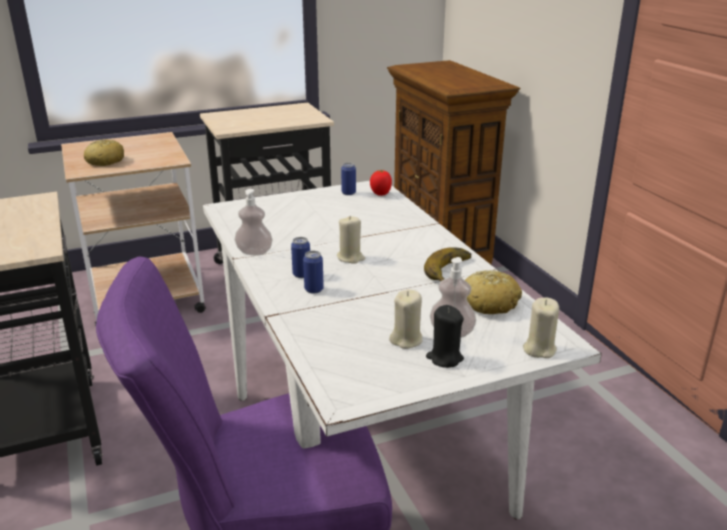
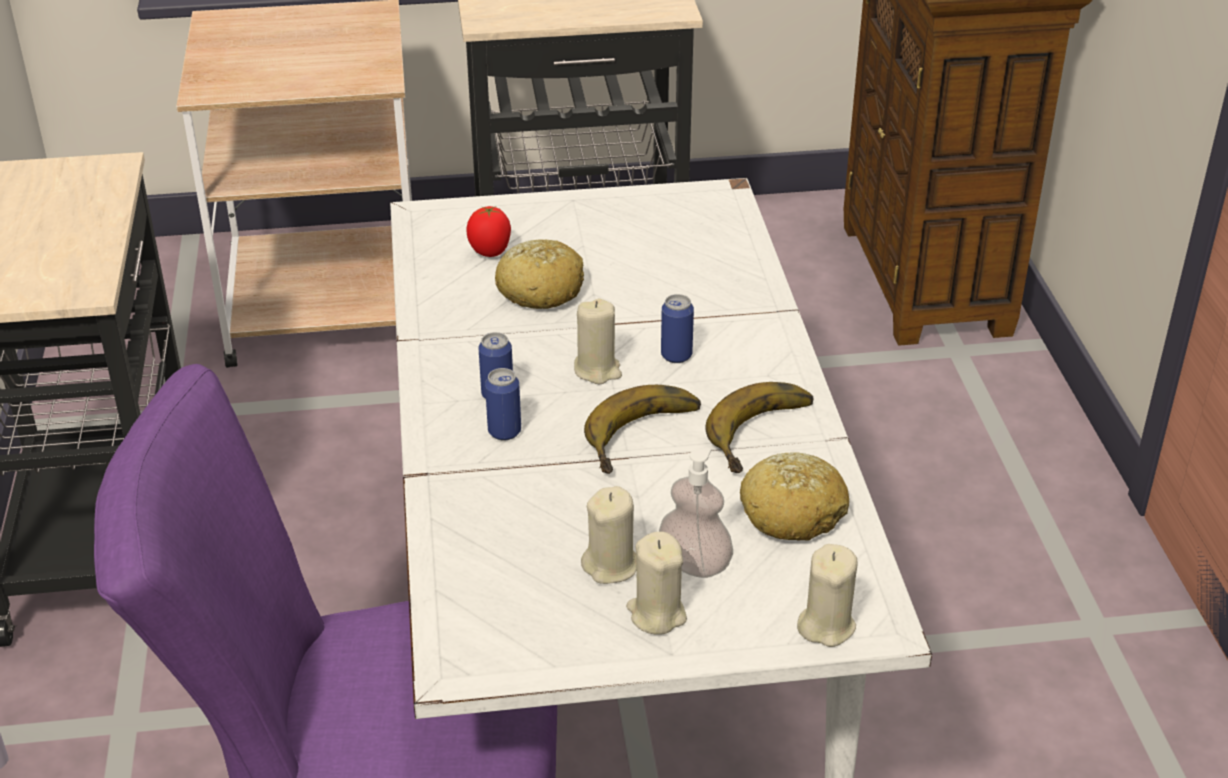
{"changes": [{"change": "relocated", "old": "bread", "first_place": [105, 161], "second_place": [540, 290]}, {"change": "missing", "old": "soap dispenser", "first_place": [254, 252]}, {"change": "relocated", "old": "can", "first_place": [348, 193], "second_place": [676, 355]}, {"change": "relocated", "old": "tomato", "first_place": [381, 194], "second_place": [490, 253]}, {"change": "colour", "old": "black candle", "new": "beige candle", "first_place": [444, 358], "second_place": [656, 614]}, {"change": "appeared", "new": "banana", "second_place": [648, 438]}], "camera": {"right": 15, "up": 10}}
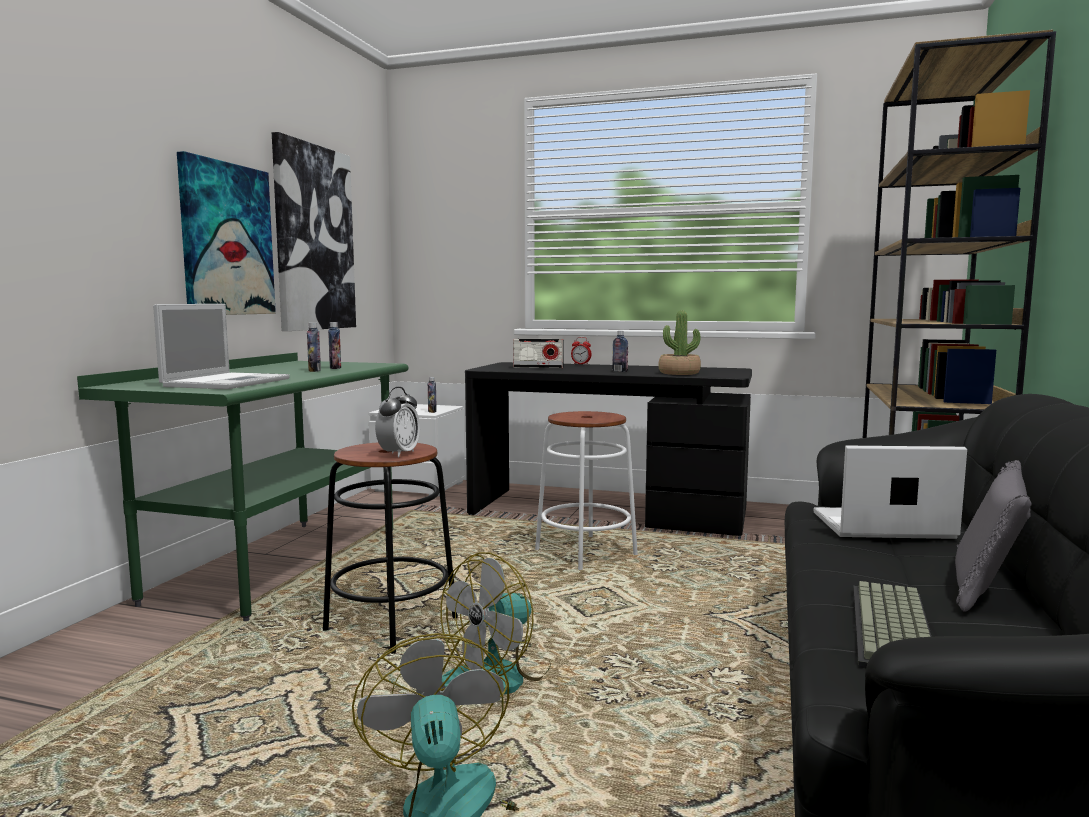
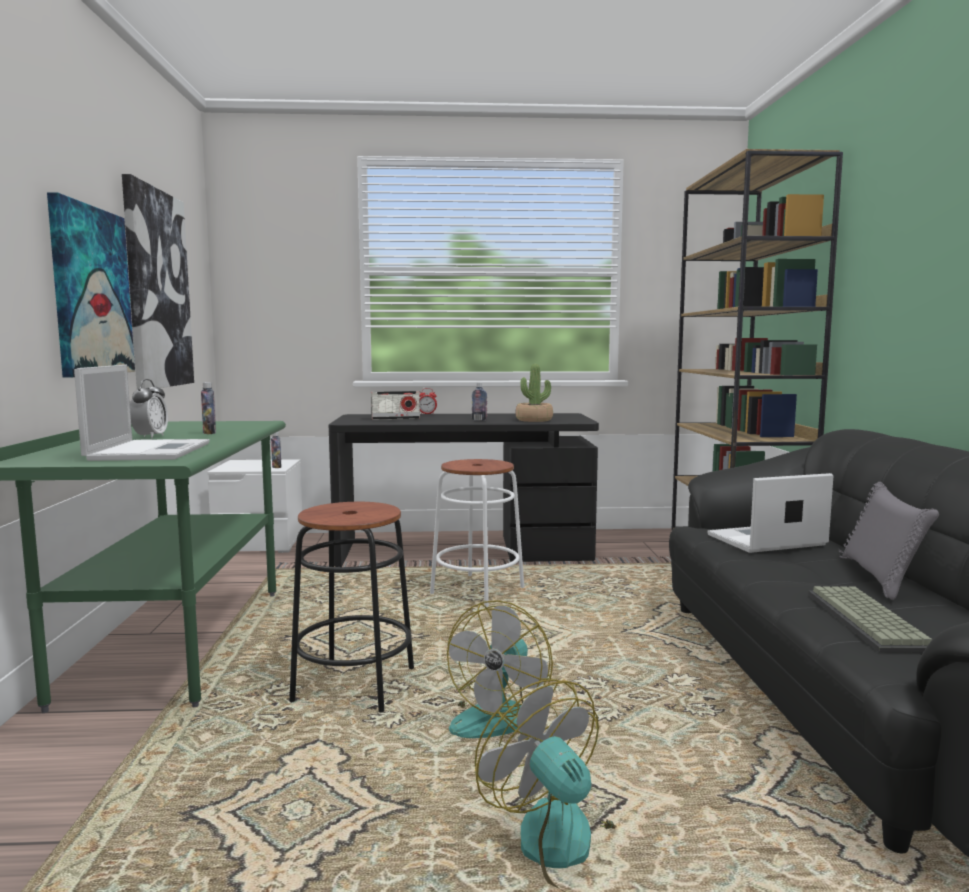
{"changes": [{"change": "missing", "old": "bottle", "first_place": [335, 368]}, {"change": "relocated", "old": "alarm clock", "first_place": [398, 454], "second_place": [150, 437]}], "camera": {"right": -20, "up": 0}}
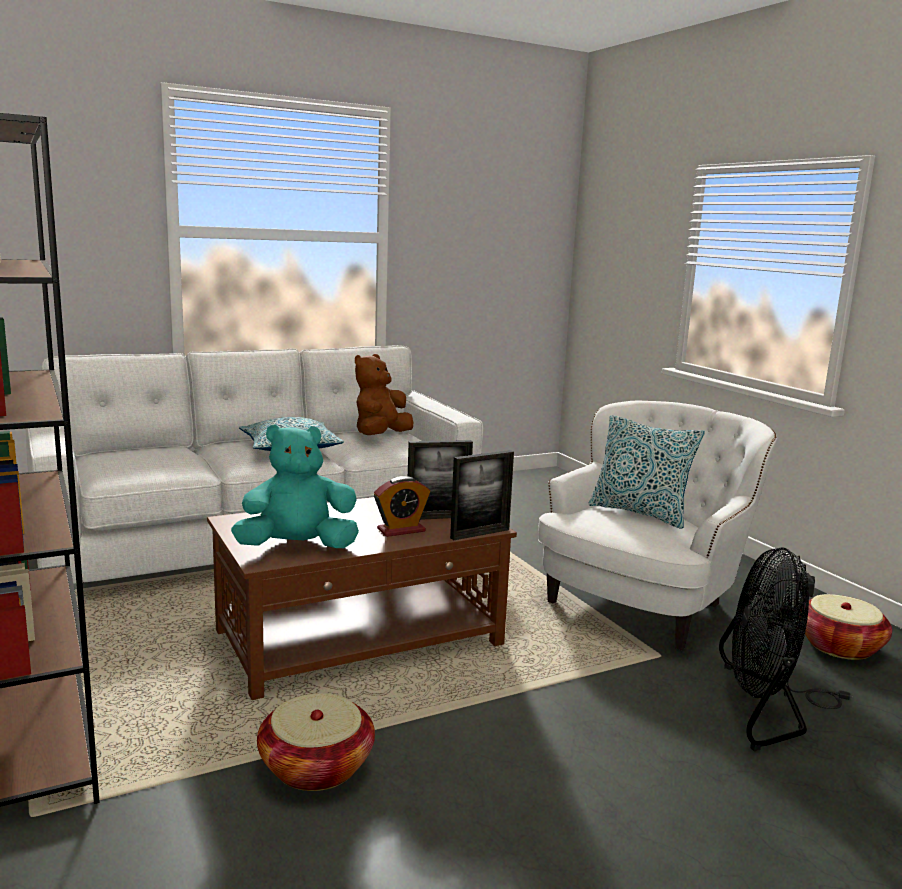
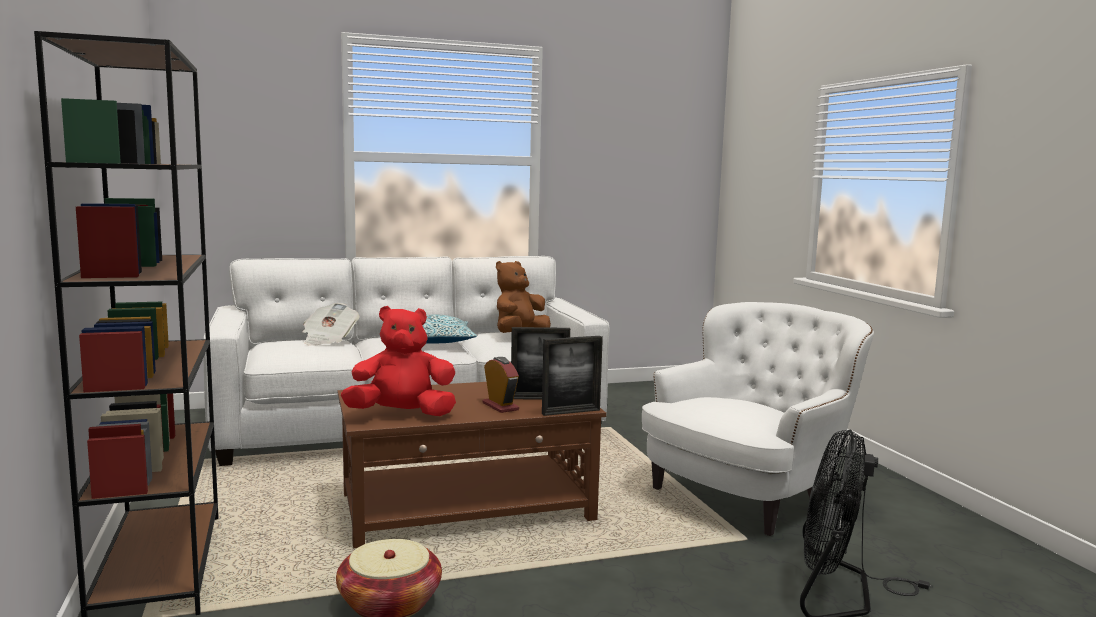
{"changes": [{"change": "colour", "old": "turquoise plush toy", "new": "red plush toy", "first_place": [297, 547], "second_place": [402, 414]}, {"change": "spun", "old": "alarm clock", "first_place": [401, 530], "second_place": [500, 406], "degrees": -105}, {"change": "missing", "old": "pillow", "first_place": [640, 513]}, {"change": "missing", "old": "basket", "first_place": [839, 646]}, {"change": "appeared", "new": "newspaper", "second_place": [328, 340]}], "camera": {"right": 10, "up": -5}}
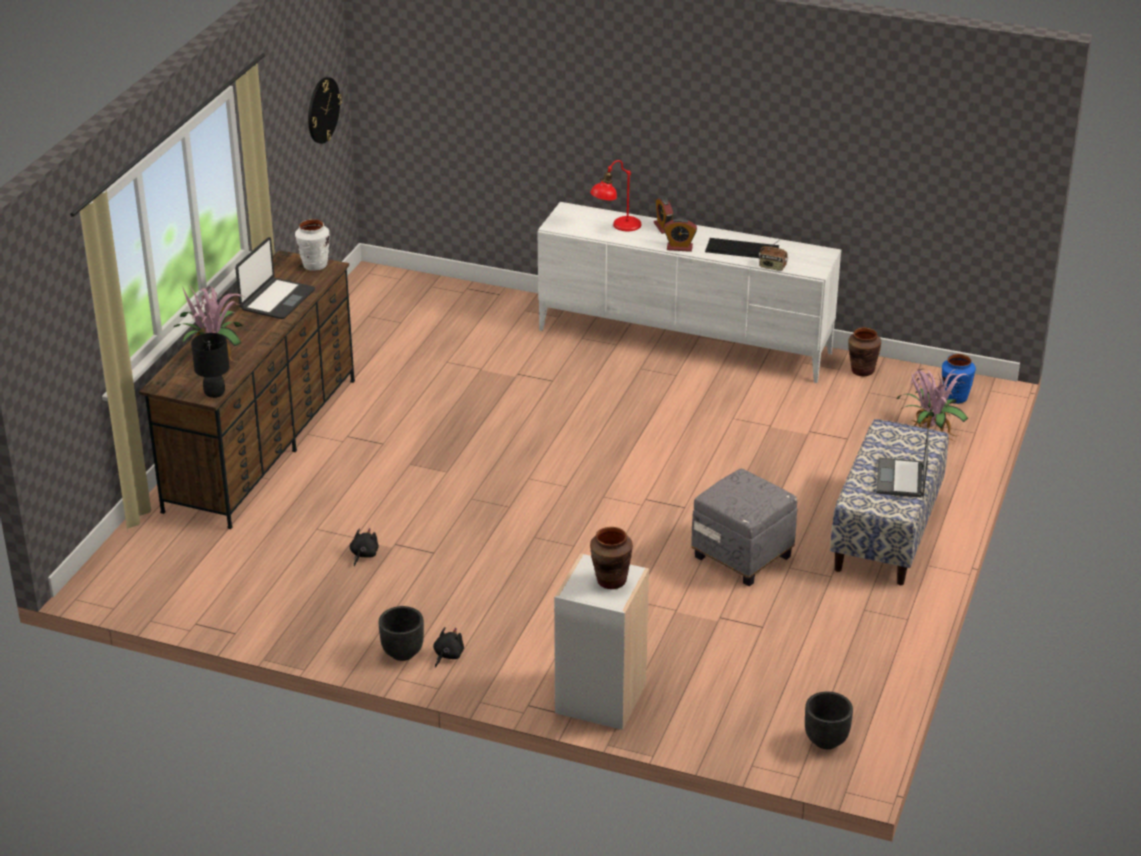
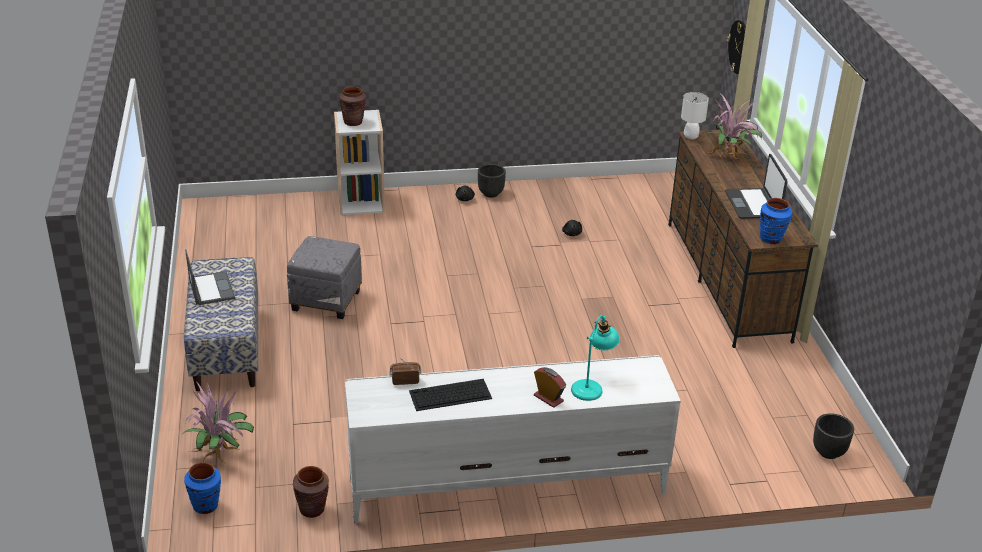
{"changes": [{"change": "colour", "old": "black table lamp", "new": "white table lamp", "first_place": [215, 394], "second_place": [690, 137]}, {"change": "colour", "old": "white vase", "new": "blue vase", "first_place": [314, 265], "second_place": [771, 239]}, {"change": "relocated", "old": "wall clock", "first_place": [322, 110], "second_place": [739, 47]}, {"change": "colour", "old": "red table lamp", "new": "turquoise table lamp", "first_place": [616, 227], "second_place": [592, 383]}, {"change": "missing", "old": "alarm clock", "first_place": [679, 247]}, {"change": "relocated", "old": "black planter", "first_place": [826, 740], "second_place": [828, 452]}], "camera": {"right": 150, "up": 0}}
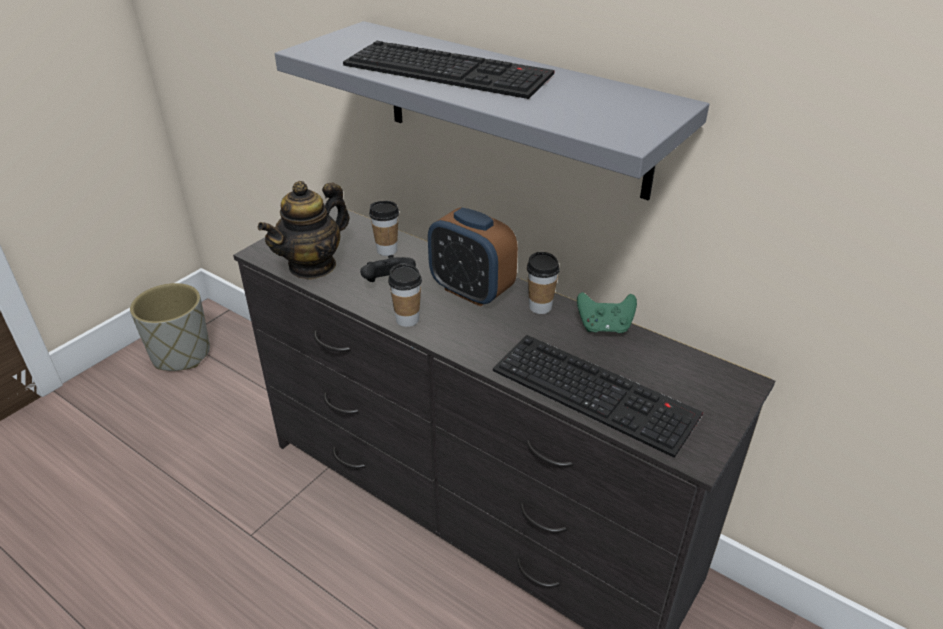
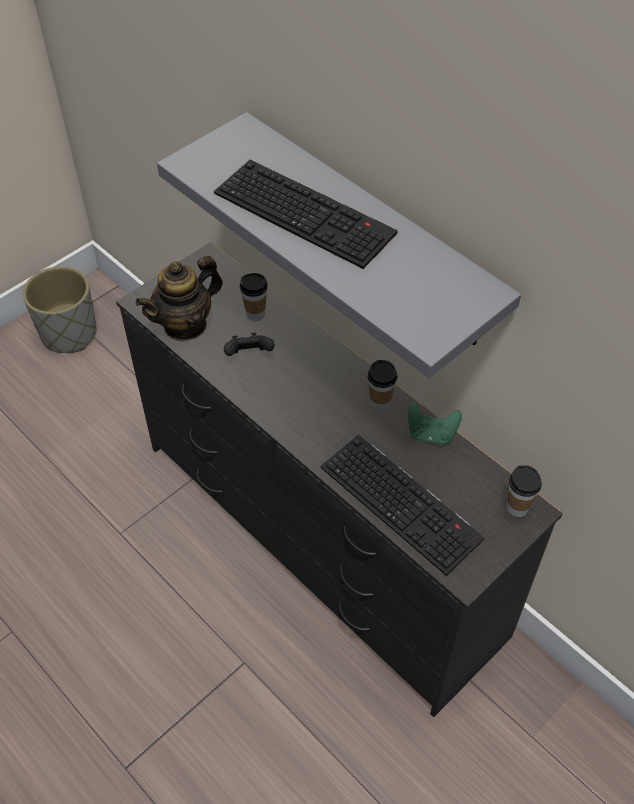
{"changes": [{"change": "relocated", "old": "cup", "first_place": [407, 319], "second_place": [517, 508]}, {"change": "missing", "old": "alarm clock", "first_place": [471, 291]}], "camera": {"right": 10, "up": 15}}
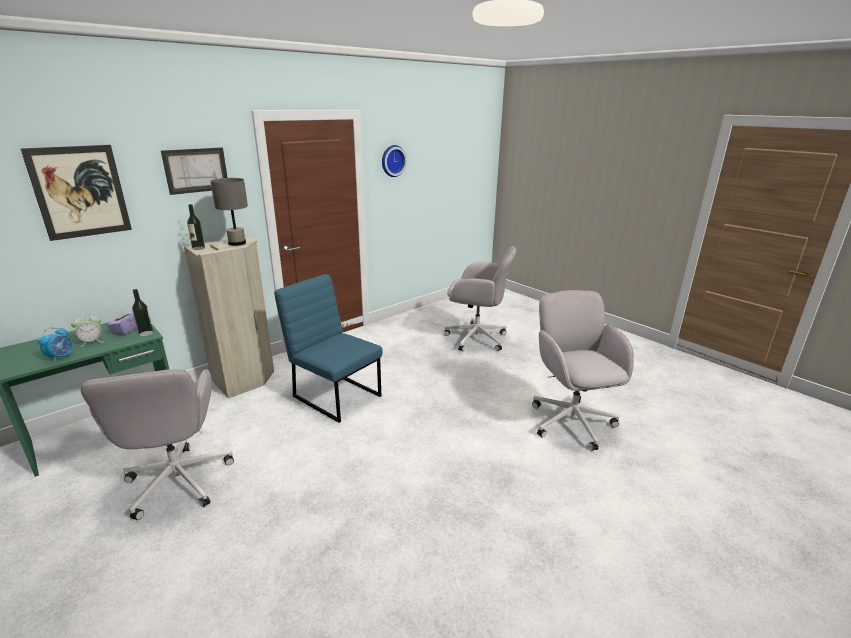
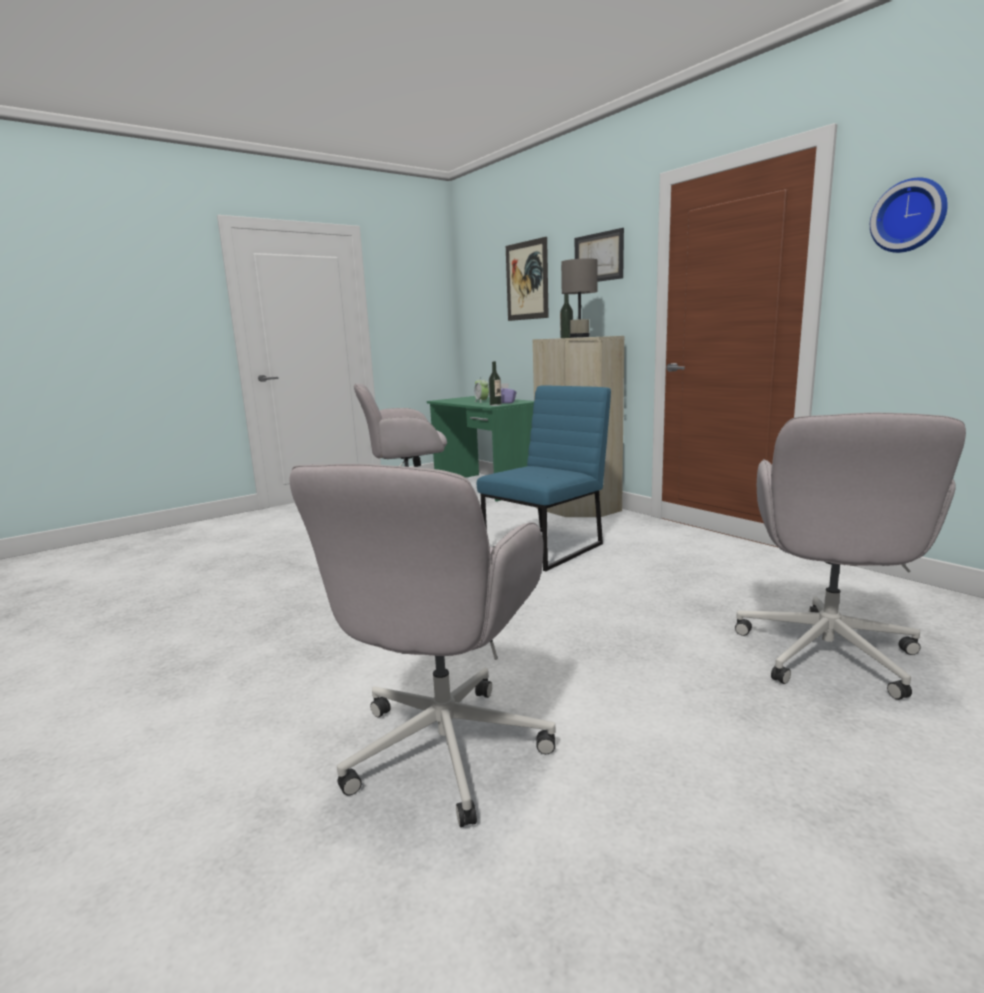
{"changes": [{"change": "missing", "old": "alarm clock", "first_place": [61, 357]}, {"change": "spun", "old": "grey office chair", "first_place": [571, 422], "second_place": [444, 751], "degrees": 120}], "camera": {"right": 95, "up": -10}}
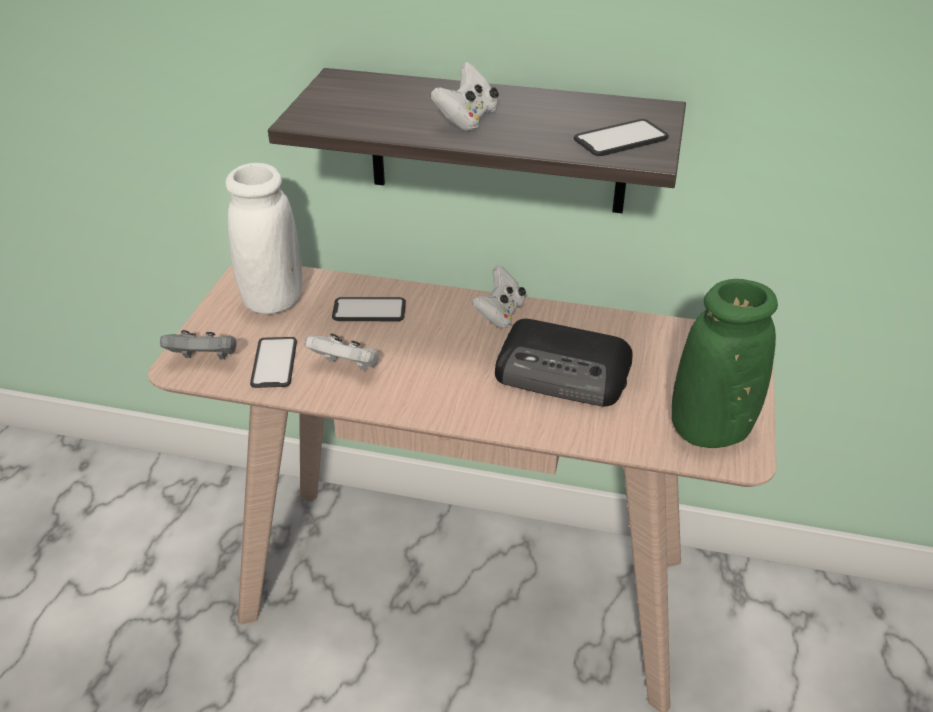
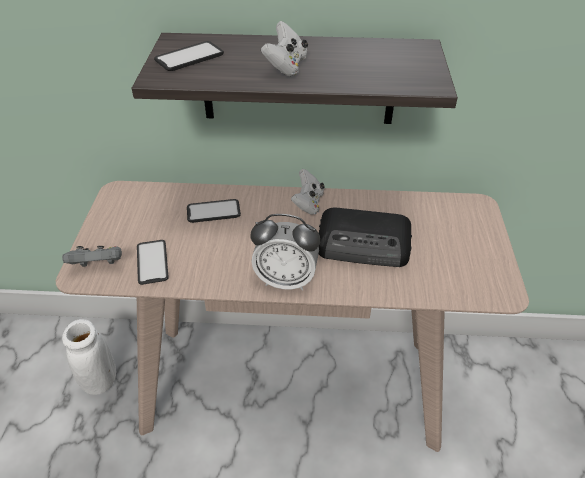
{"changes": [{"change": "relocated", "old": "white vase", "first_place": [273, 300], "second_place": [100, 380]}, {"change": "missing", "old": "white game controller", "first_place": [347, 367]}, {"change": "relocated", "old": "phone", "first_place": [621, 139], "second_place": [189, 57]}, {"change": "missing", "old": "green vase", "first_place": [710, 430]}, {"change": "appeared", "new": "alarm clock", "second_place": [286, 280]}], "camera": {"right": -10, "up": 5}}
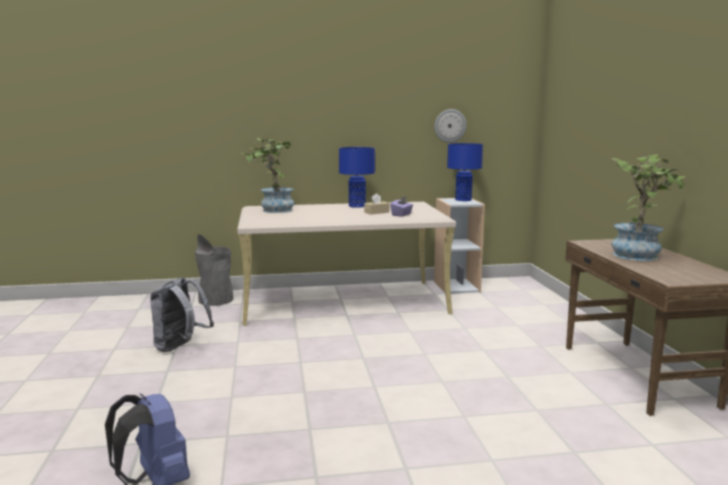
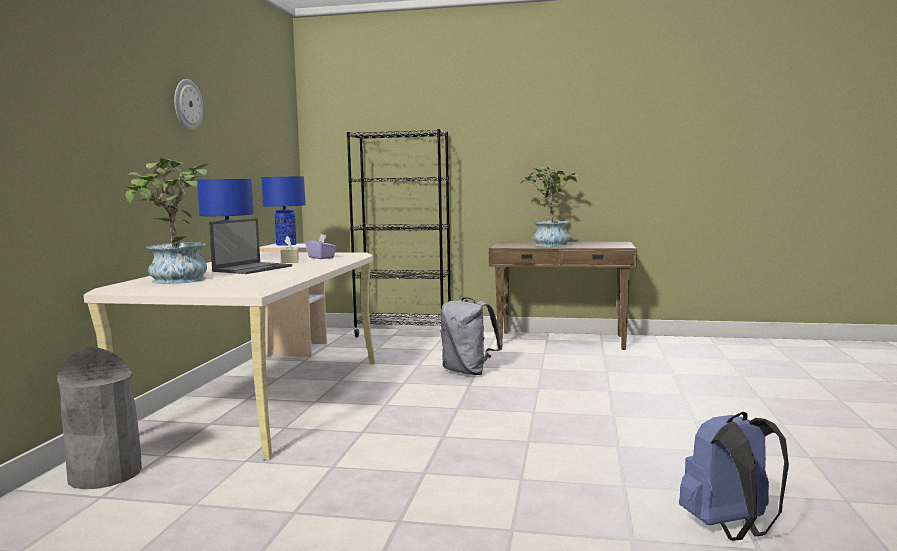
{"changes": [{"change": "relocated", "old": "grey backpack", "first_place": [180, 347], "second_place": [468, 372]}, {"change": "relocated", "old": "wall clock", "first_place": [450, 125], "second_place": [187, 104]}, {"change": "appeared", "new": "laptop", "second_place": [253, 268]}, {"change": "appeared", "new": "black bookcase", "second_place": [404, 334]}], "camera": {"right": -70, "up": -5}}
